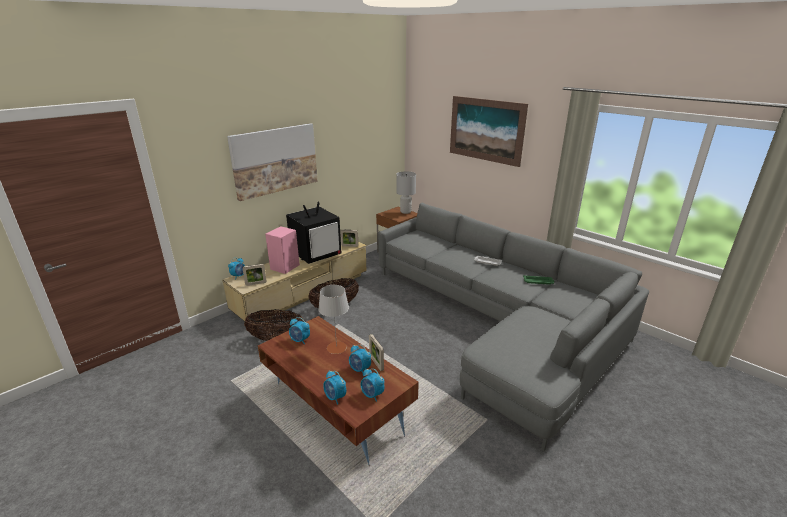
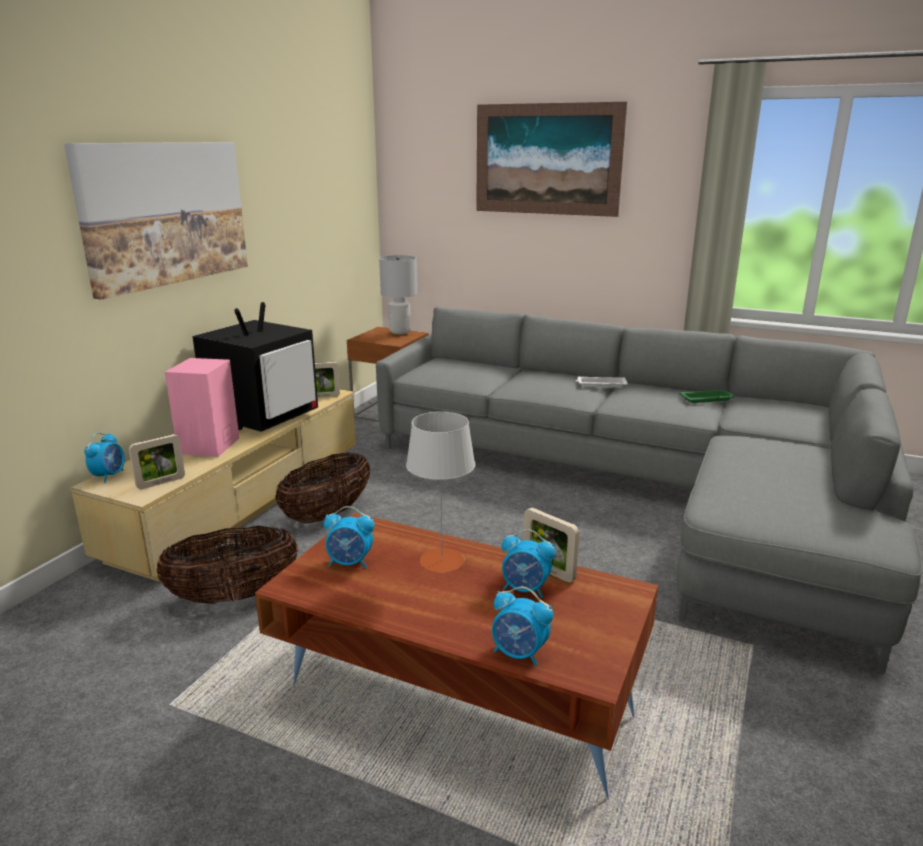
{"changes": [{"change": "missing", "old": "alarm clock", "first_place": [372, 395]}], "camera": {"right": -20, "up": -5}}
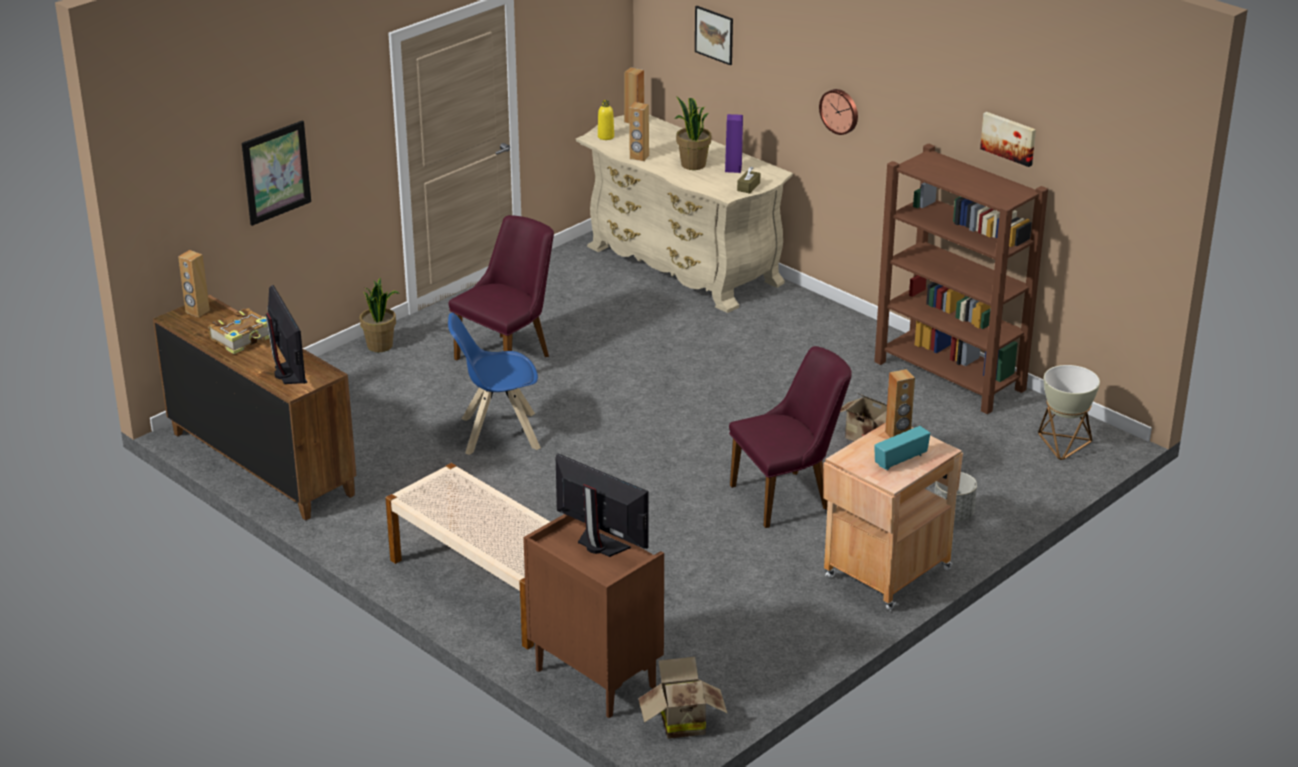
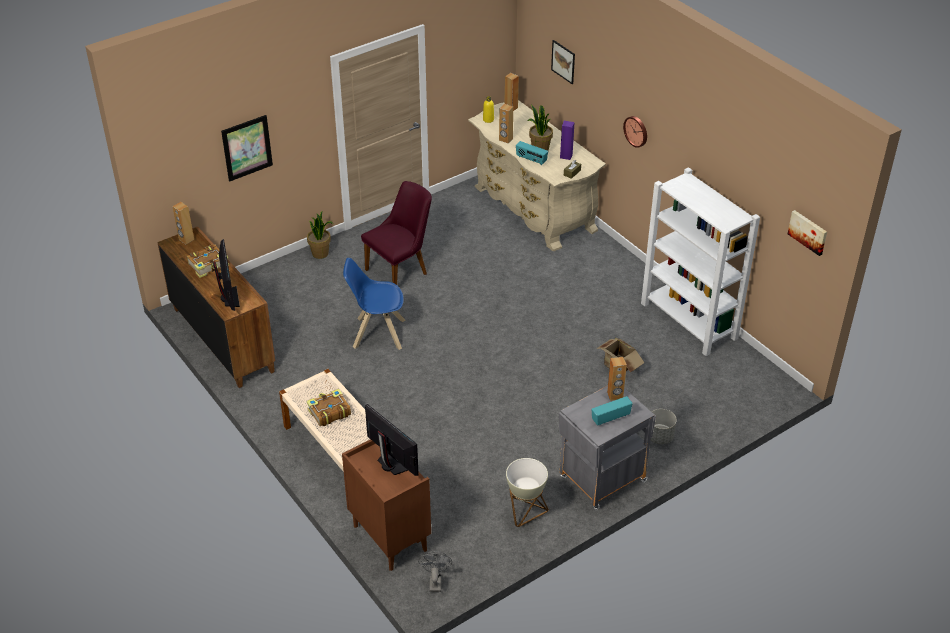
{"changes": [{"change": "exchanged", "old": "cardboard box", "new": "grey fan", "first_place": [680, 723], "second_place": [435, 581]}, {"change": "missing", "old": "purple chair", "first_place": [789, 496]}, {"change": "colour", "old": "brown cart", "new": "grey cart", "first_place": [886, 574], "second_place": [601, 480]}, {"change": "colour", "old": "brown bookcase", "new": "white bookcase", "first_place": [949, 376], "second_place": [689, 321]}, {"change": "relocated", "old": "picture", "first_place": [1009, 138], "second_place": [808, 232]}, {"change": "relocated", "old": "planter", "first_place": [1063, 445], "second_place": [525, 512]}, {"change": "appeared", "new": "book", "second_place": [328, 412]}, {"change": "appeared", "new": "radio", "second_place": [531, 160]}], "camera": {"right": 10, "up": 10}}
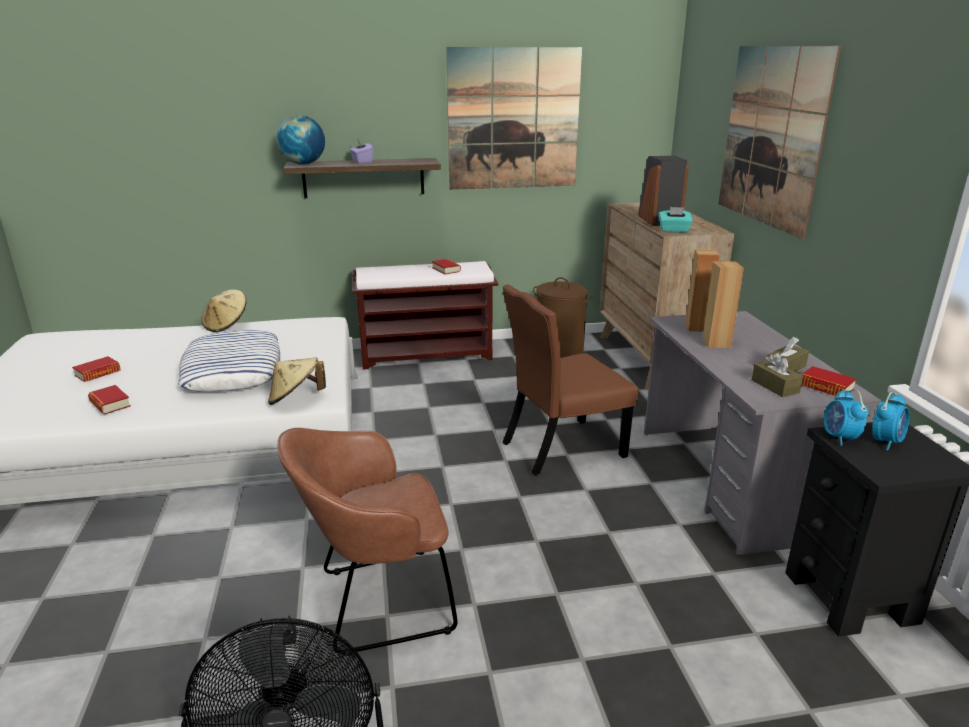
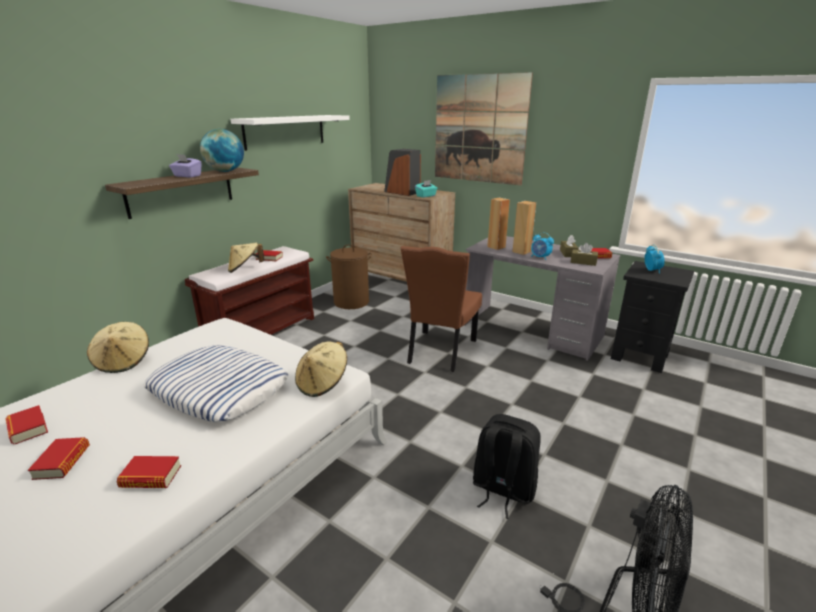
{"changes": [{"change": "relocated", "old": "globe", "first_place": [303, 164], "second_place": [225, 171]}, {"change": "exchanged", "old": "brown armchair", "new": "black backpack", "first_place": [378, 600], "second_place": [502, 490]}, {"change": "exchanged", "old": "picture", "new": "white shelf", "first_place": [513, 119], "second_place": [285, 131]}, {"change": "relocated", "old": "alarm clock", "first_place": [839, 438], "second_place": [540, 258]}, {"change": "appeared", "new": "book", "second_place": [28, 428]}, {"change": "appeared", "new": "beige hat", "second_place": [245, 269]}], "camera": {"right": -45, "up": 0}}
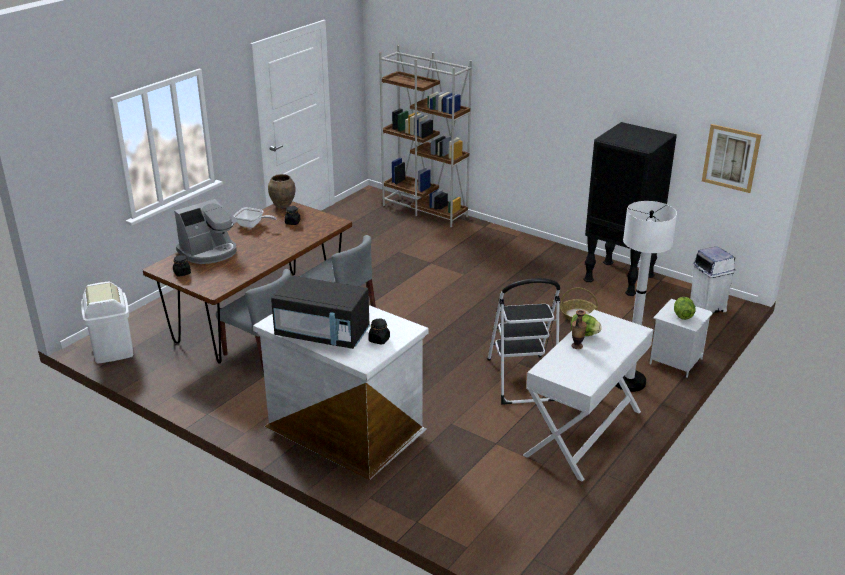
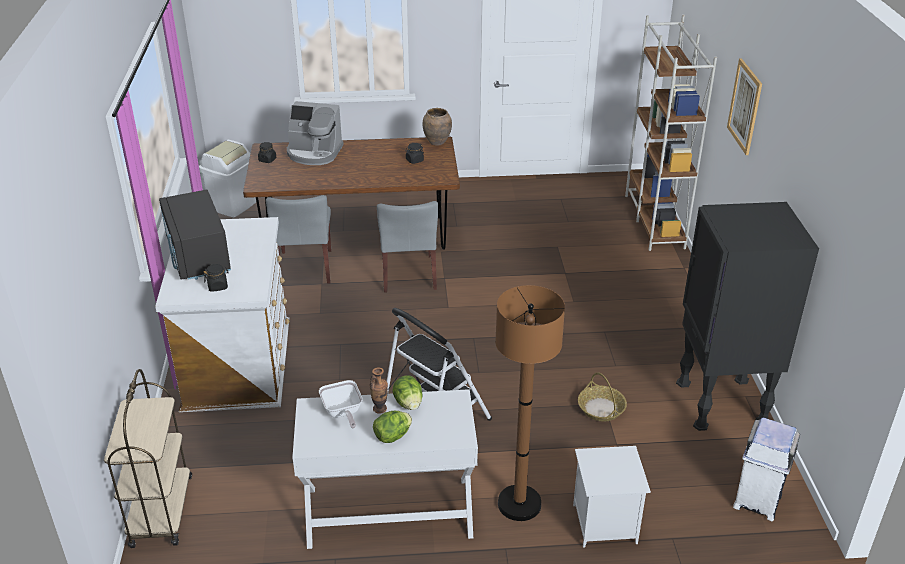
{"changes": [{"change": "relocated", "old": "frying pan", "first_place": [252, 225], "second_place": [342, 413]}, {"change": "colour", "old": "white floor lamp", "new": "brown floor lamp", "first_place": [629, 381], "second_place": [519, 504]}, {"change": "relocated", "old": "lettuce", "first_place": [682, 316], "second_place": [392, 436]}, {"change": "relocated", "old": "picture", "first_place": [731, 158], "second_place": [745, 106]}, {"change": "appeared", "new": "beige cart", "second_place": [161, 513]}], "camera": {"right": 50, "up": 5}}
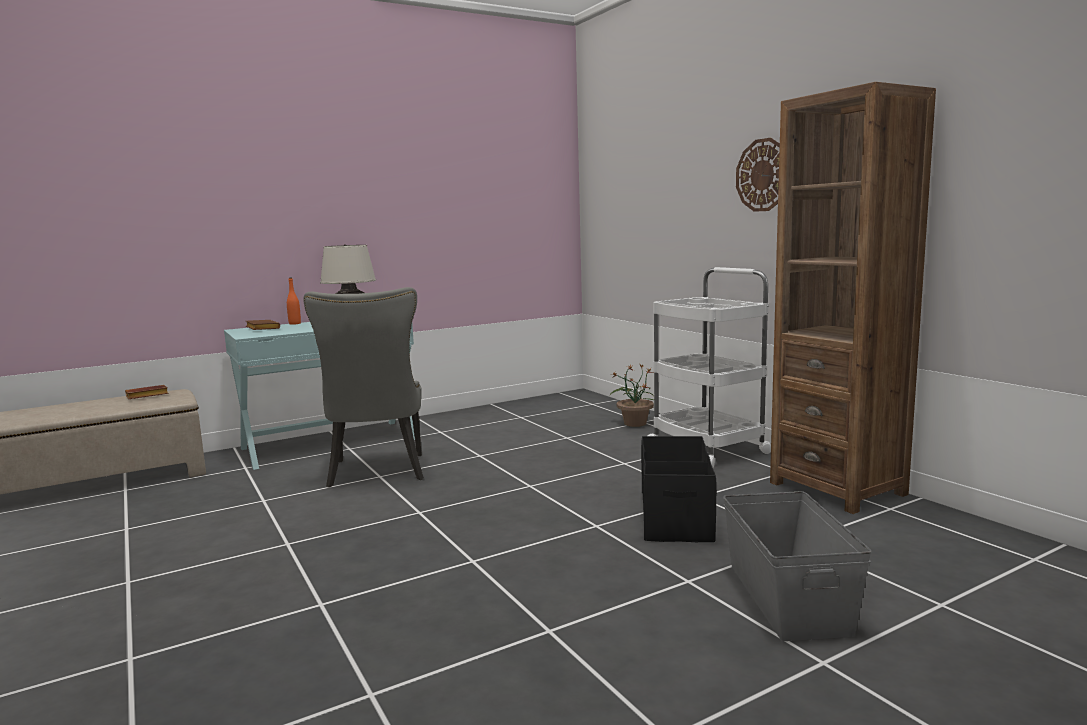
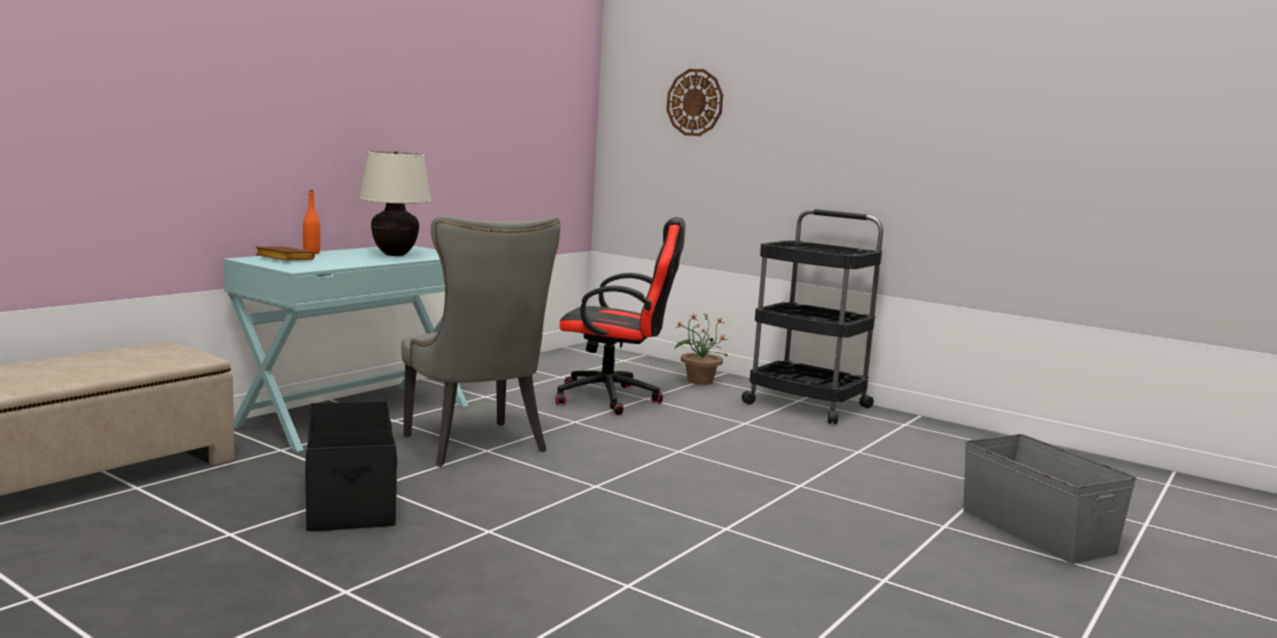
{"changes": [{"change": "missing", "old": "brown book", "first_place": [146, 396]}, {"change": "relocated", "old": "black storage box", "first_place": [676, 516], "second_place": [351, 499]}, {"change": "colour", "old": "white cart", "new": "black cart", "first_place": [706, 449], "second_place": [806, 405]}, {"change": "relocated", "old": "wall clock", "first_place": [763, 175], "second_place": [695, 102]}, {"change": "missing", "old": "brown bookcase", "first_place": [837, 488]}, {"change": "appeared", "new": "black office chair", "second_place": [615, 400]}], "camera": {"right": -25, "up": 0}}
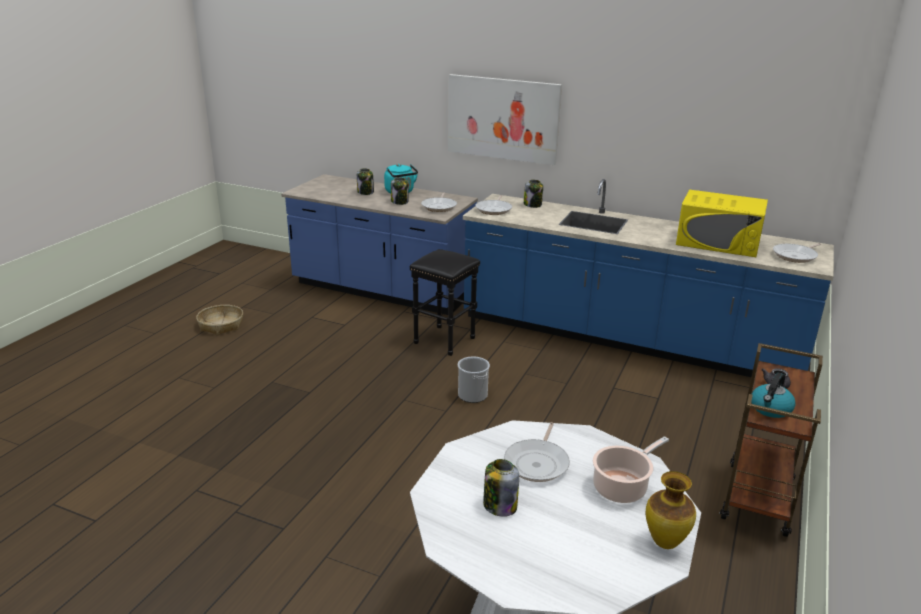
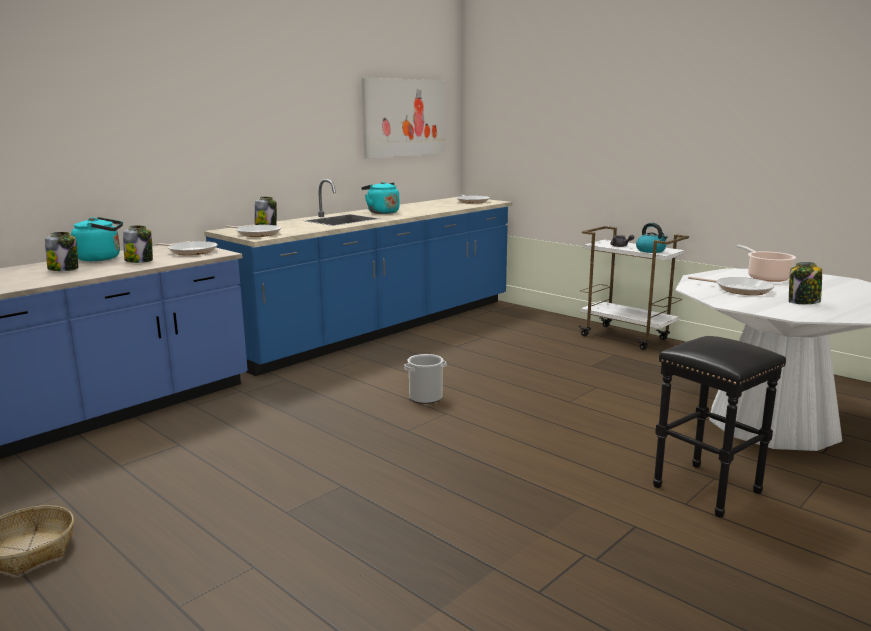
{"changes": [{"change": "relocated", "old": "black stool", "first_place": [444, 339], "second_place": [704, 488]}, {"change": "relocated", "old": "picture", "first_place": [503, 118], "second_place": [404, 117]}, {"change": "missing", "old": "vase", "first_place": [666, 542]}, {"change": "missing", "old": "yellow microwave", "first_place": [718, 242]}, {"change": "colour", "old": "brown cart", "new": "white cart", "first_place": [756, 502], "second_place": [627, 338]}, {"change": "appeared", "new": "turquoise kettle", "second_place": [381, 212]}], "camera": {"right": -70, "up": -10}}
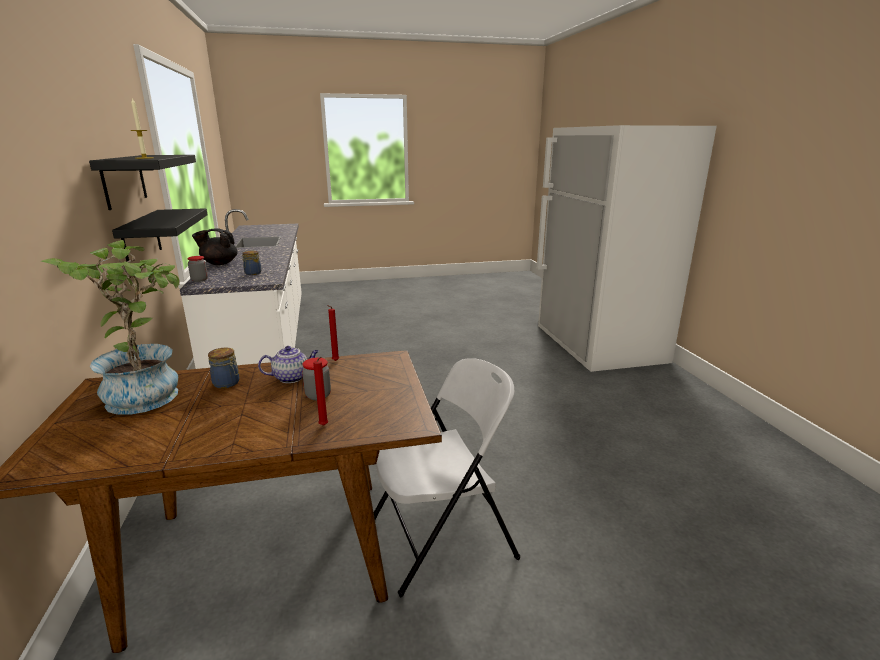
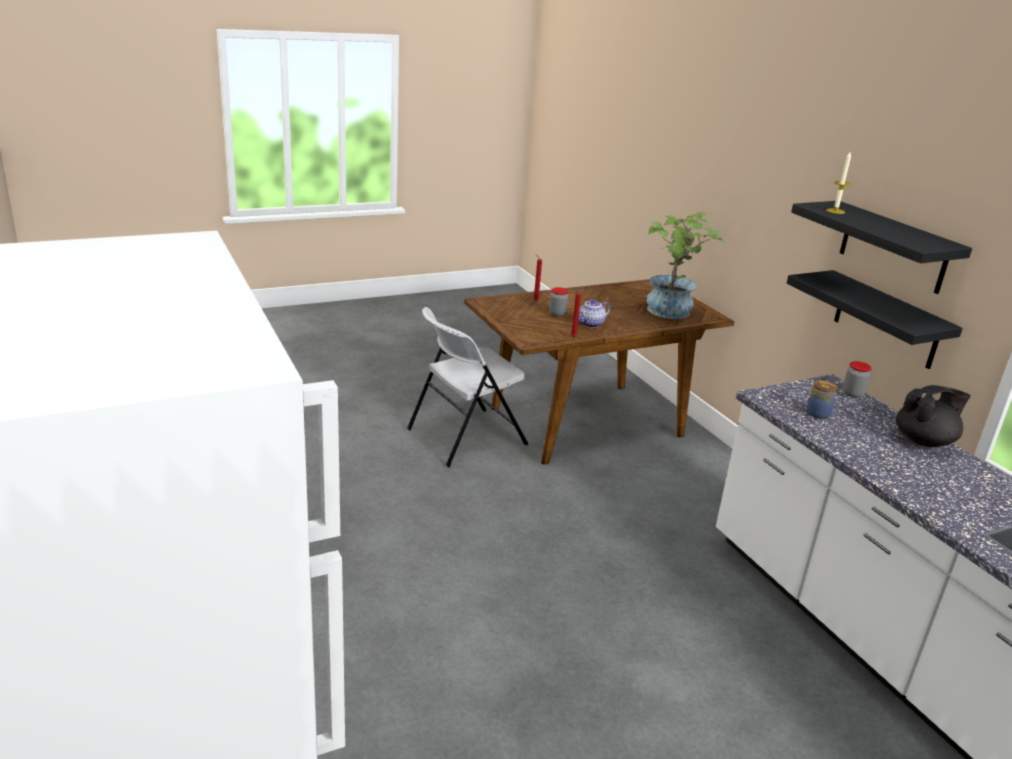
{"changes": [{"change": "missing", "old": "jar", "first_place": [227, 383]}], "camera": {"right": 165, "up": 5}}
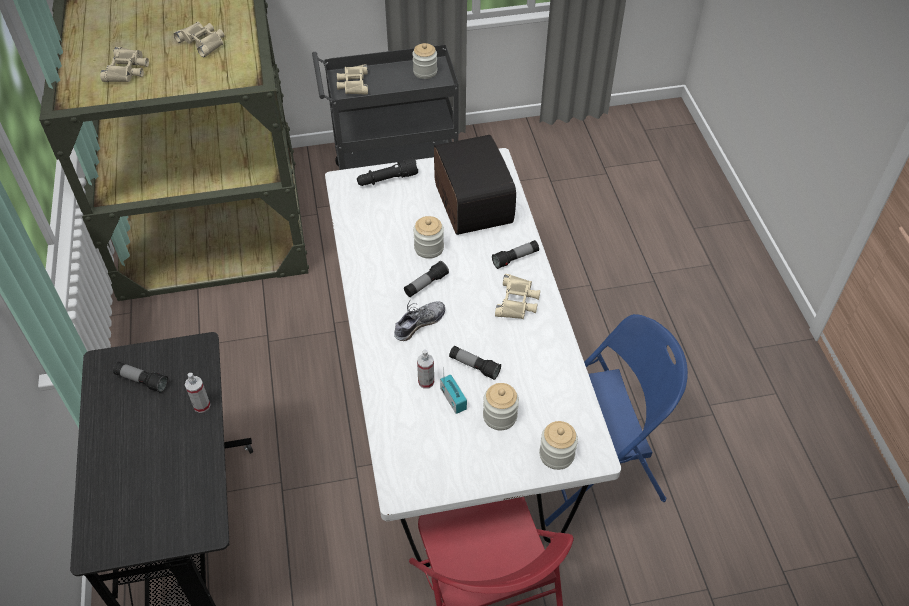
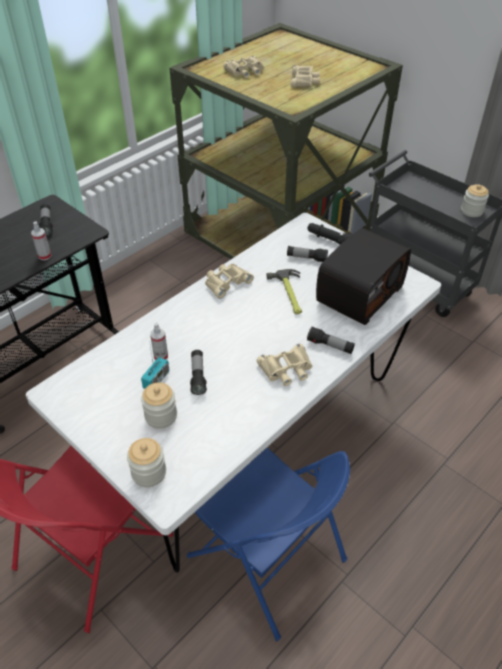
{"changes": [{"change": "relocated", "old": "beige binoculars", "first_place": [353, 83], "second_place": [226, 282]}, {"change": "missing", "old": "shoe", "first_place": [419, 324]}, {"change": "relocated", "old": "flashlight", "first_place": [426, 284], "second_place": [306, 258]}, {"change": "exchanged", "old": "jar", "new": "hammer", "first_place": [429, 248], "second_place": [289, 294]}], "camera": {"right": 55, "up": -5}}
